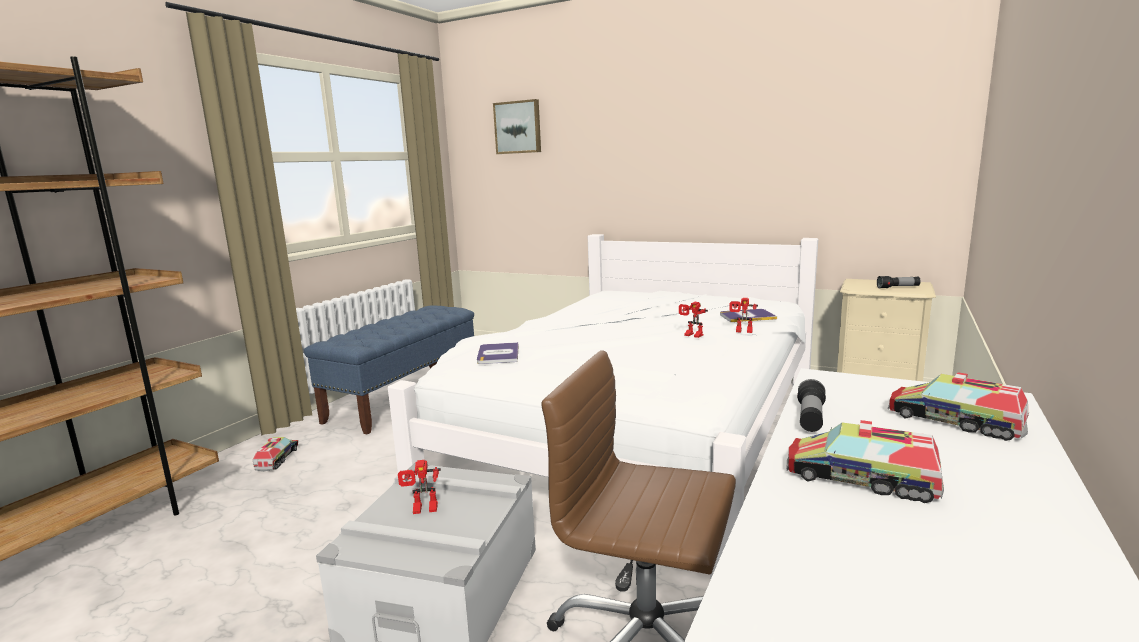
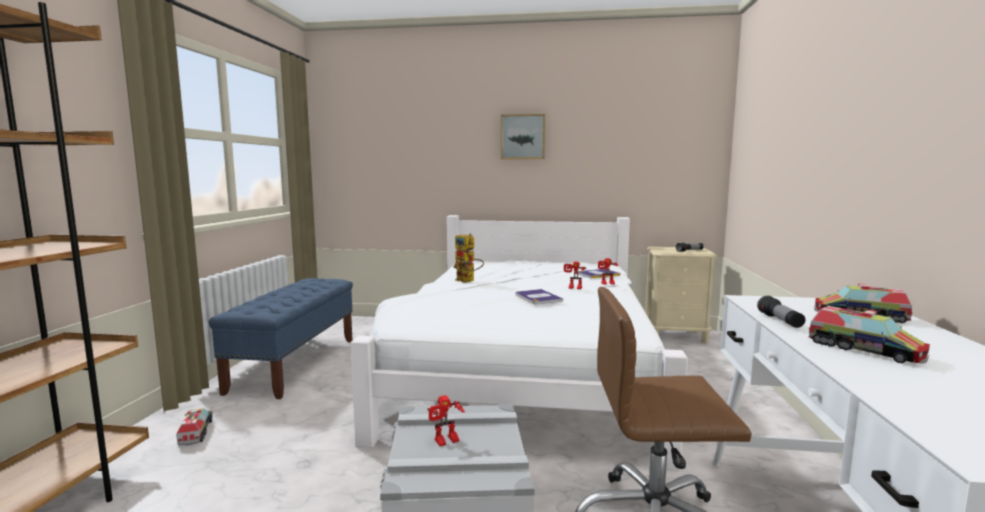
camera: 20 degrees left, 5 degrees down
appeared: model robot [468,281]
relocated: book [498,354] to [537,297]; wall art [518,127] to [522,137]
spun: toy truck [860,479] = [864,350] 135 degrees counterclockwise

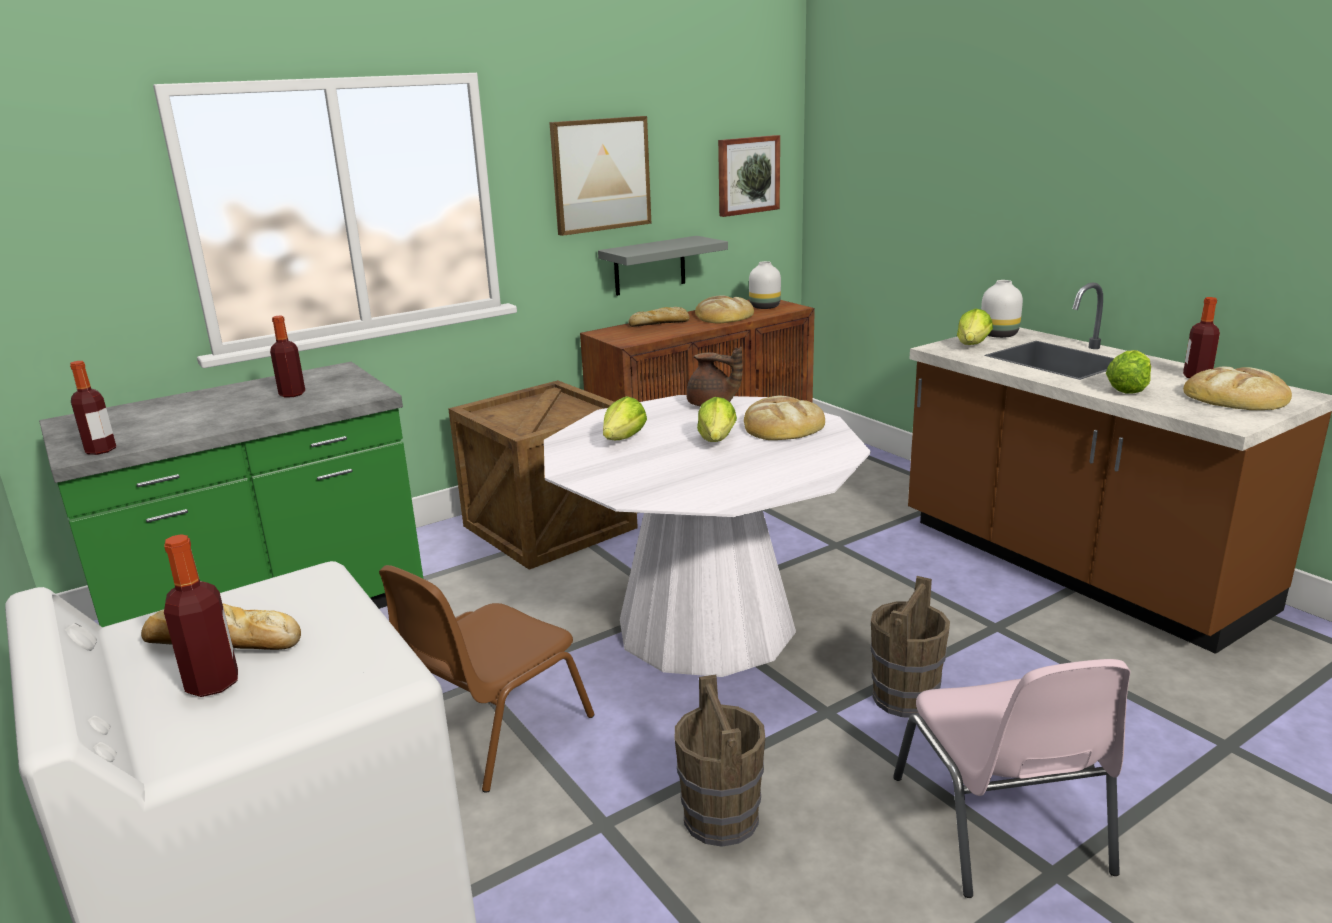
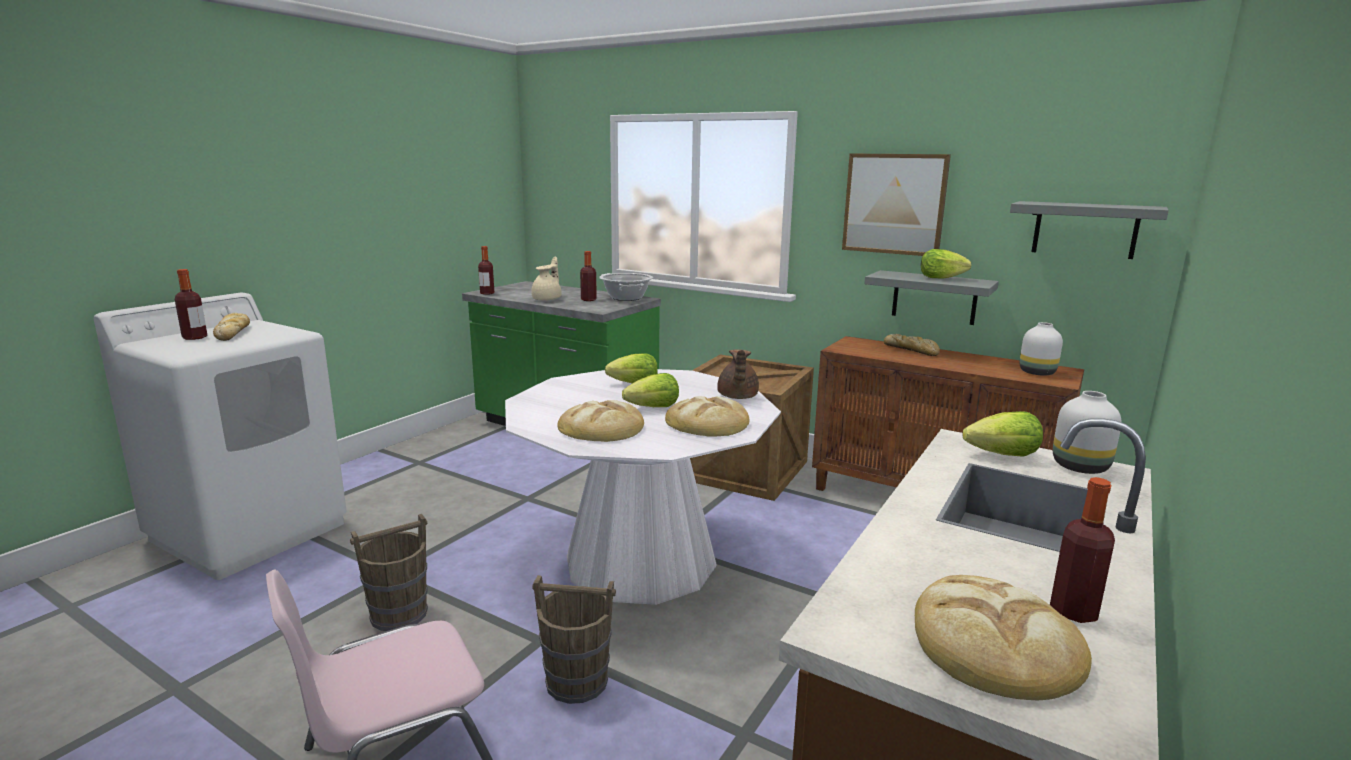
camera: 65 degrees right, 5 degrees down
missing: brown upright chair [492,729]
appeared: beige-coloured pot for tea [548,299]; stockpot [626,298]
relocated: bakery bread [723,316] to [602,428]; head of lettuce [1127,389] to [940,278]
exchanged: wall art [747,175] to gray wall shelf [1085,229]

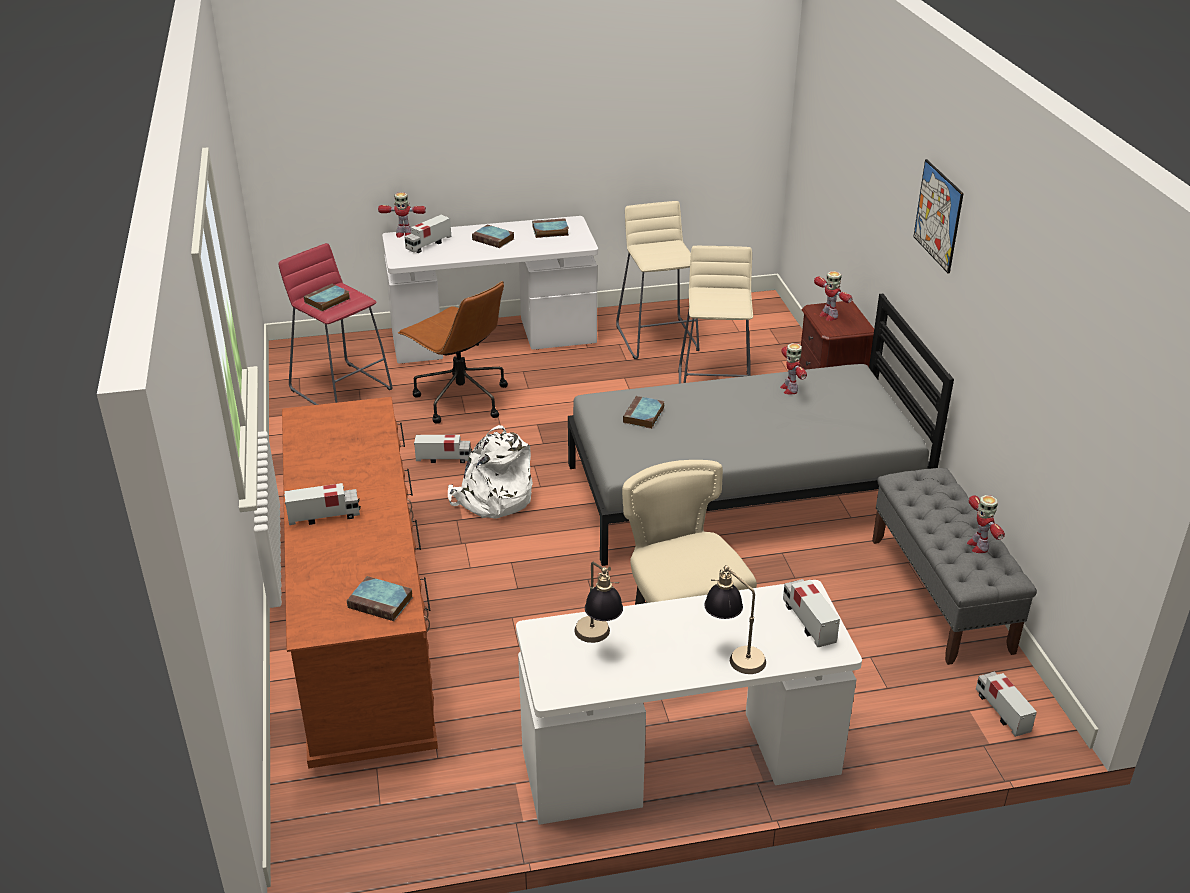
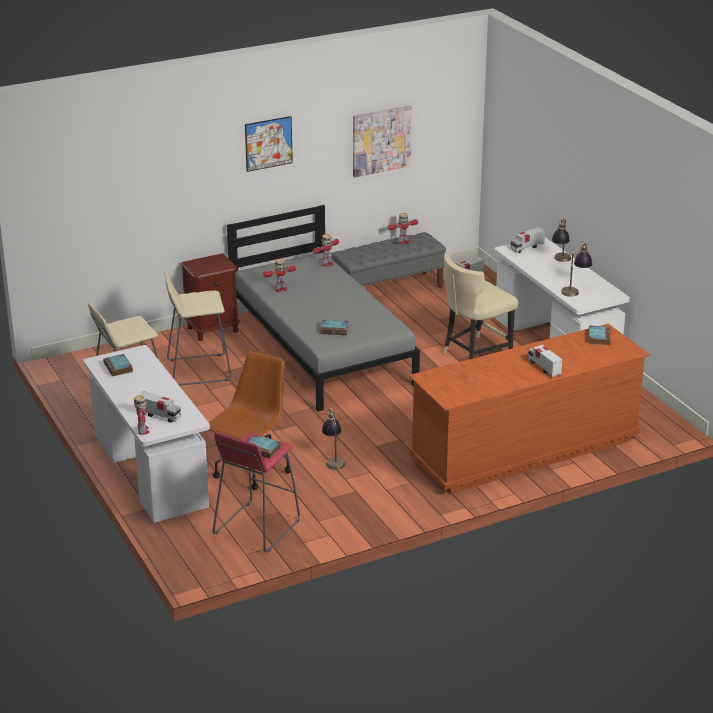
camera: 105 degrees left, 5 degrees down
missing: white rucksack [493,499]; book [494,239]
appeared: wall art [381,140]
relocated: model robot [828,316] to [327,264]
exchanged: toy truck [444,459] to lamp for a table [333,459]

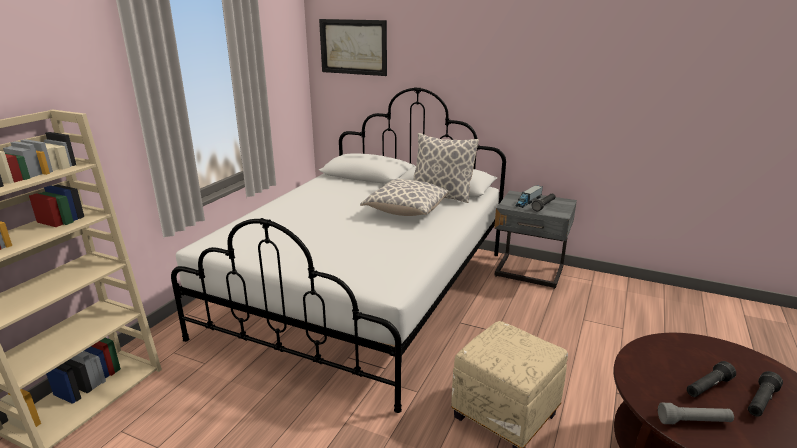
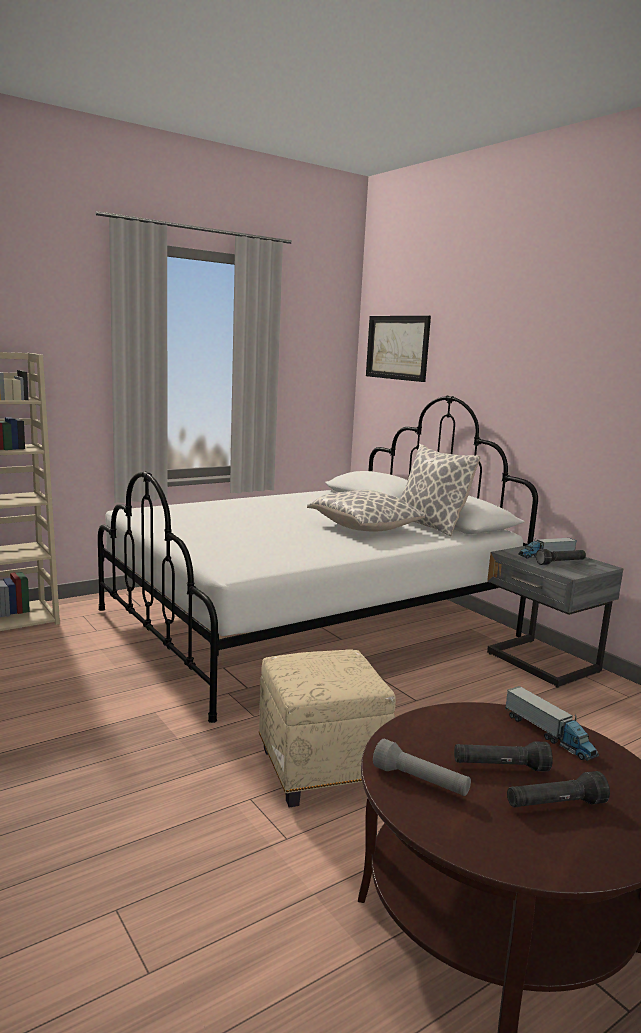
camera: 30 degrees right, 10 degrees down
appeared: toy truck [549,735]

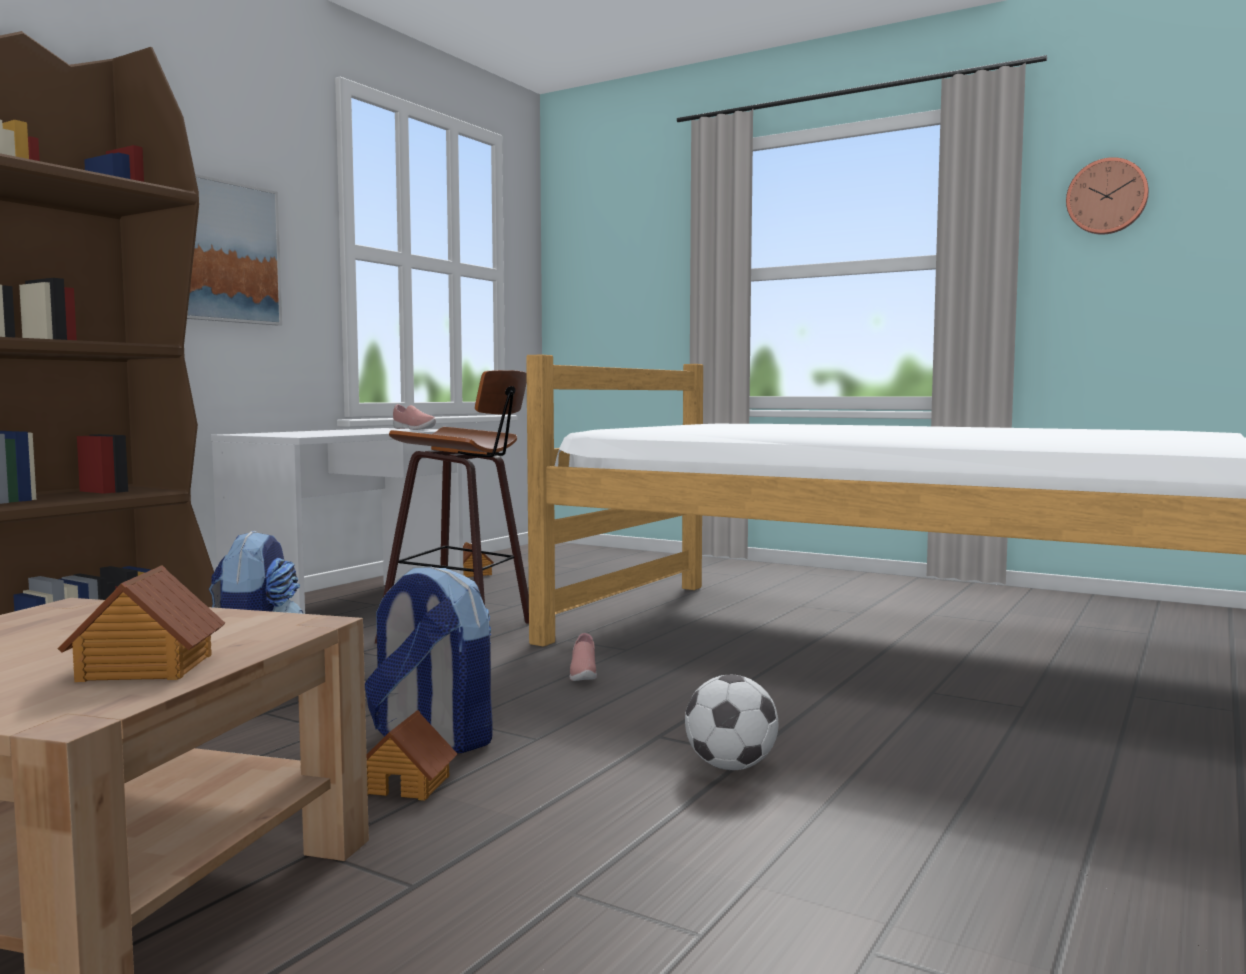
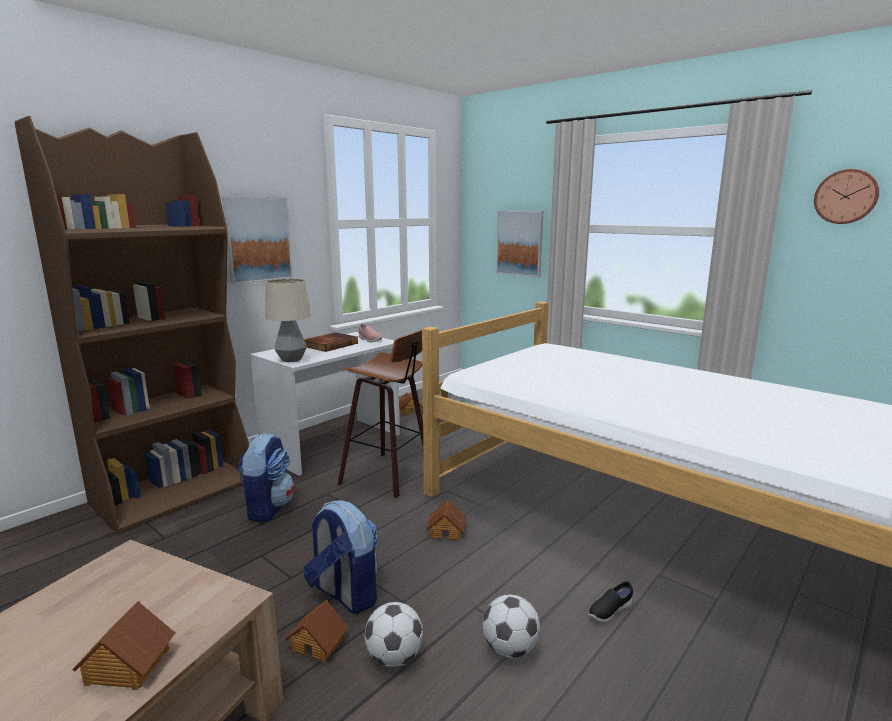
camera: 10 degrees right, 10 degrees up
appeared: lamp for a table [291,360]; book [330,344]; football [394,657]; wall art [520,243]; black-coloured low shoe [609,611]
exchanged: pinkish low shoe [583,674] to model house [447,531]

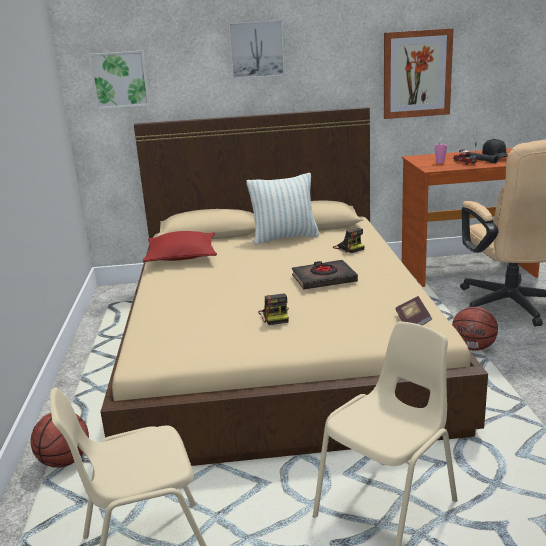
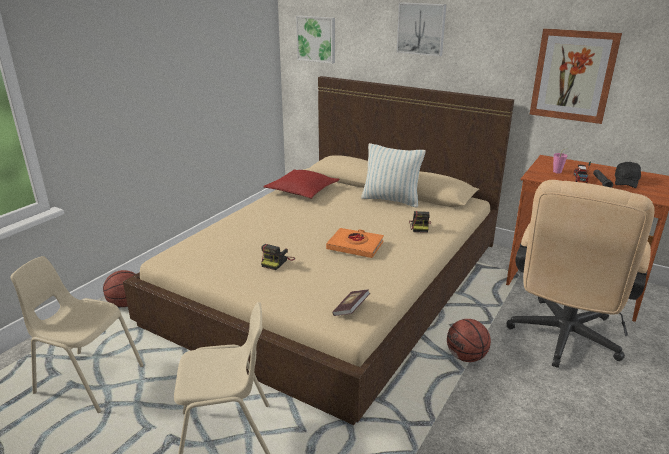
camera: 35 degrees right, 5 degrees up
colour: black-coloured book [324,279] to orange-coloured book [355,246]

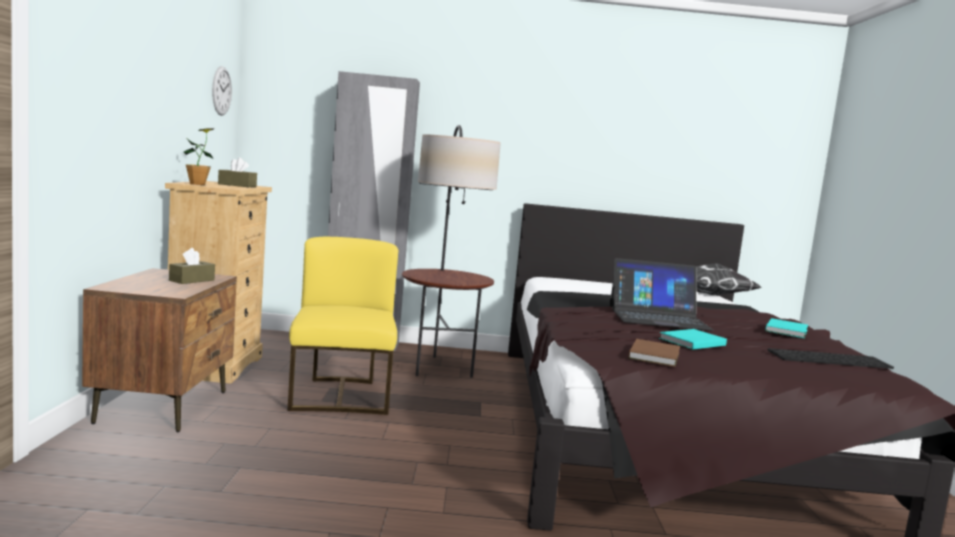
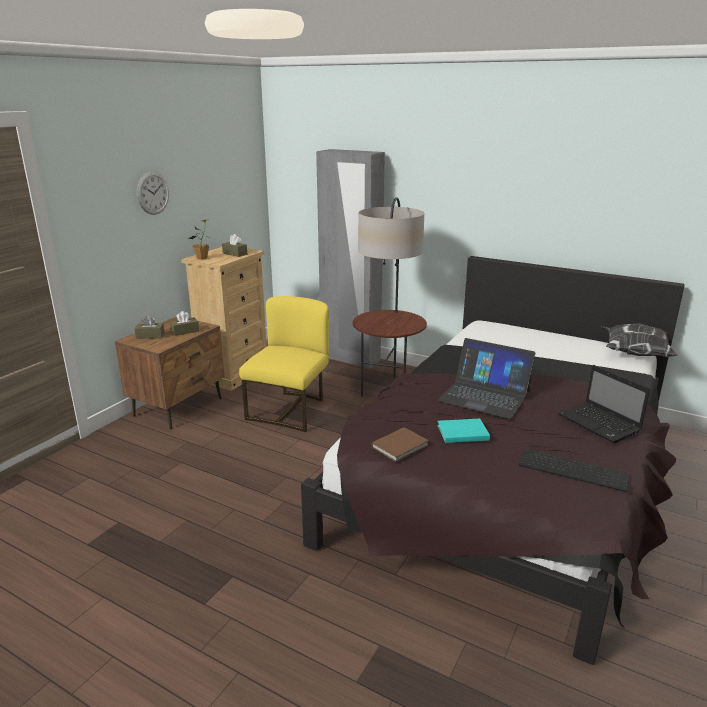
camera: 30 degrees right, 15 degrees up
appeared: brown tissue holder [150,336]
relocated: wall clock [221,91] to [153,193]
exchanged: blue-green book [787,330] to notebook computer [600,424]

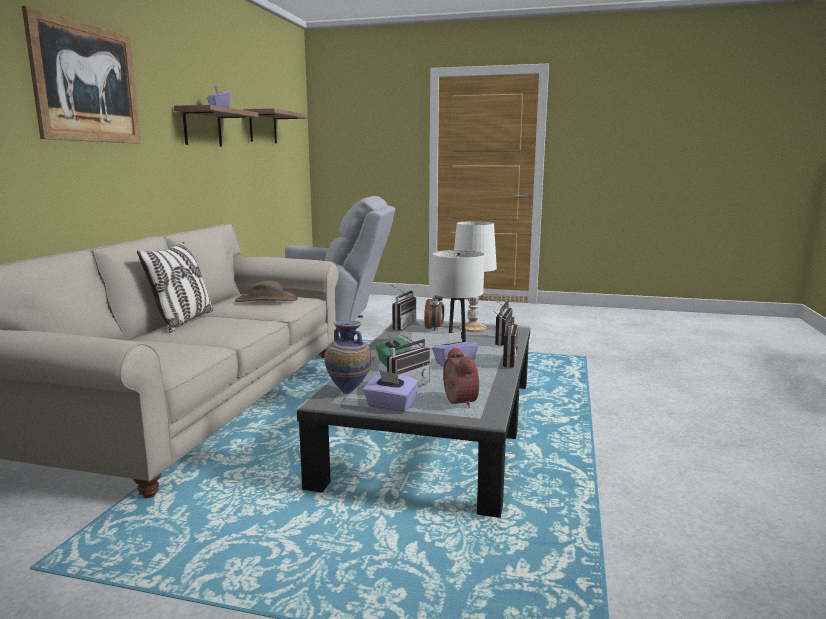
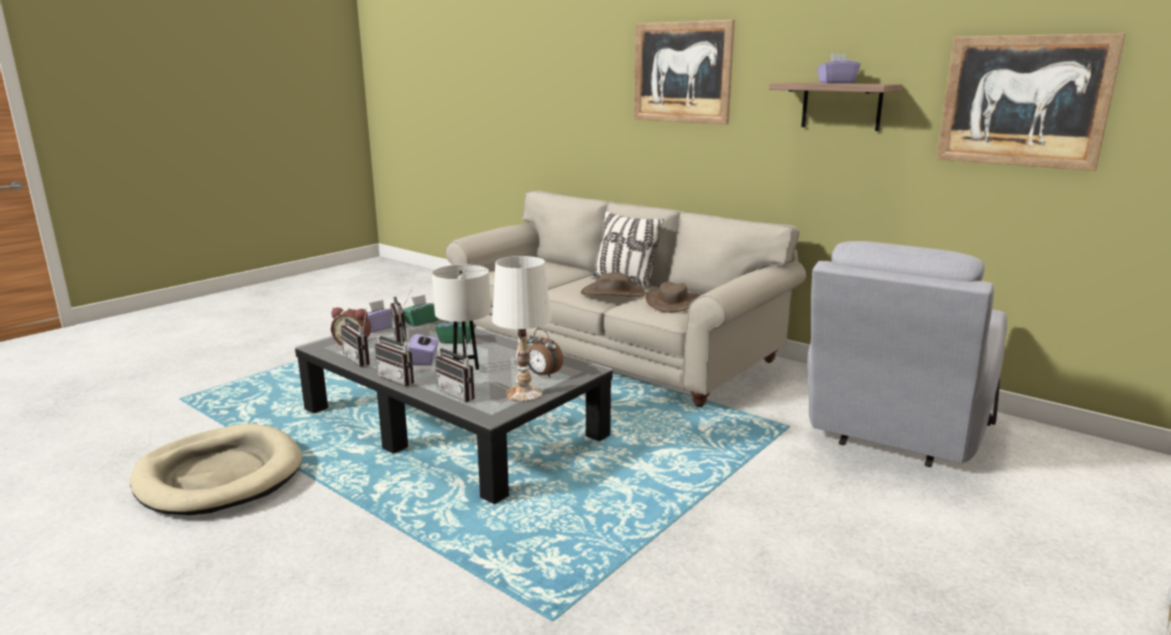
camera: 115 degrees right, 5 degrees up
appeared: beige-coloured dog bed [219,475]; brown hat [613,293]
relocated: radio set [400,326] to [362,359]
exchanged: wall shelf [263,127] to wall art [1023,101]; flower vase [349,392] to green-coloured tissue holder [421,322]

